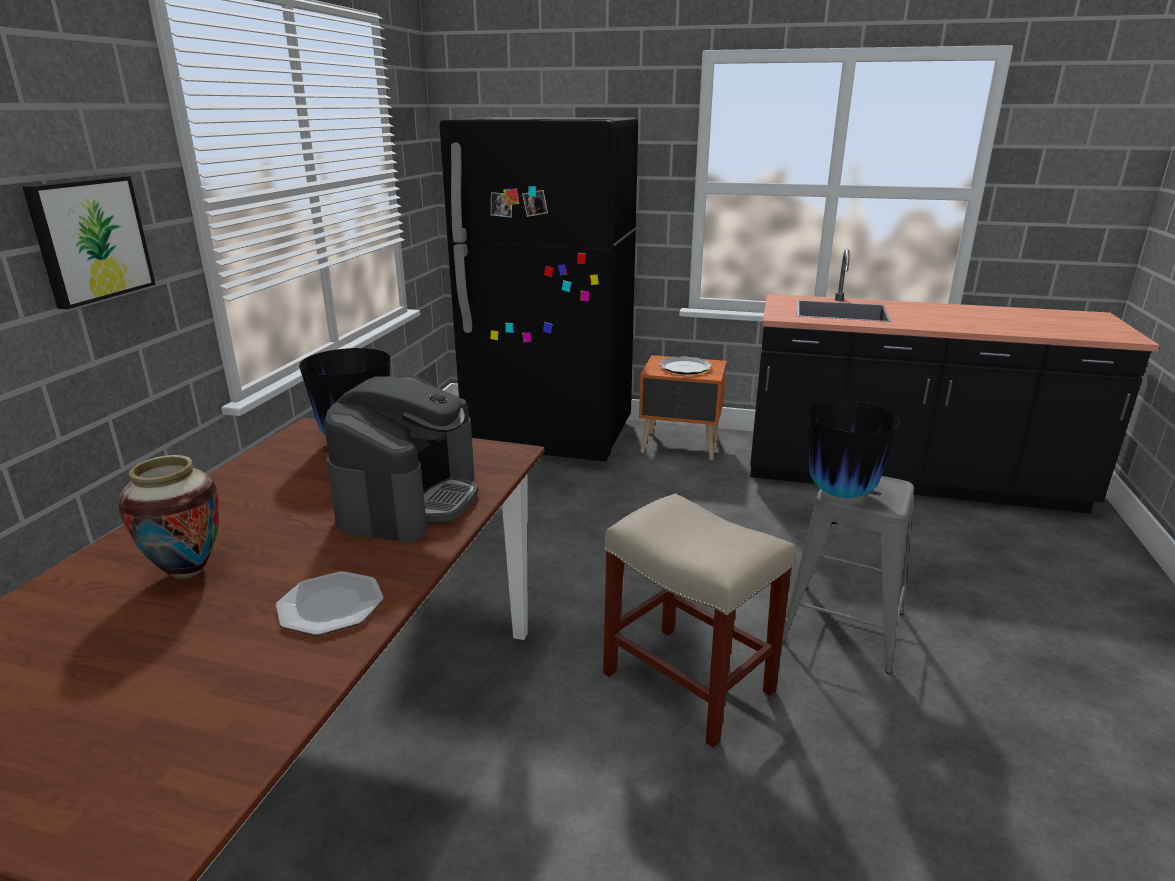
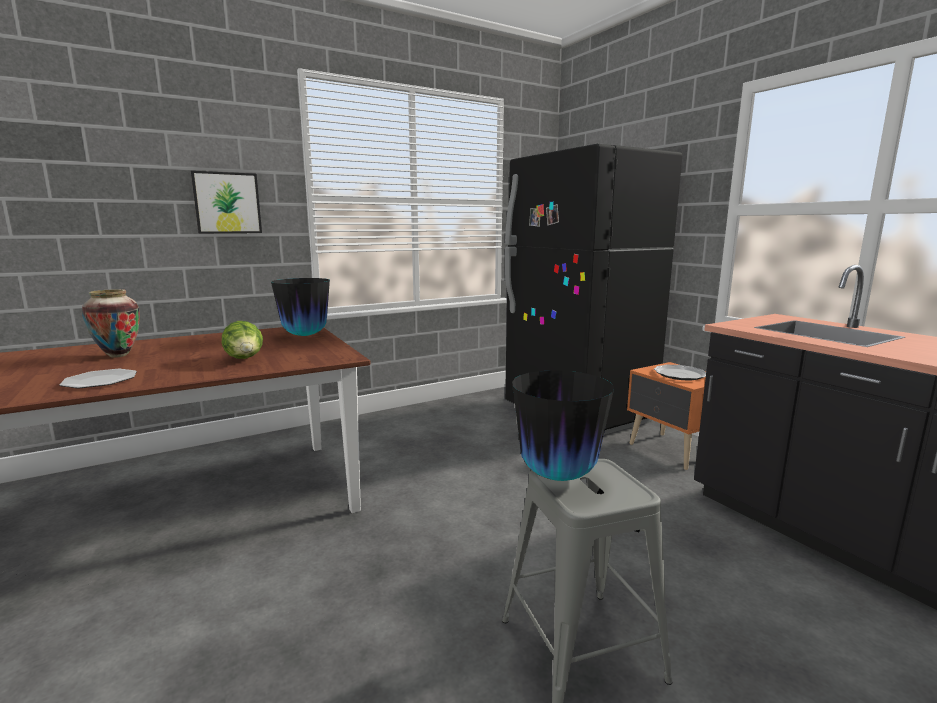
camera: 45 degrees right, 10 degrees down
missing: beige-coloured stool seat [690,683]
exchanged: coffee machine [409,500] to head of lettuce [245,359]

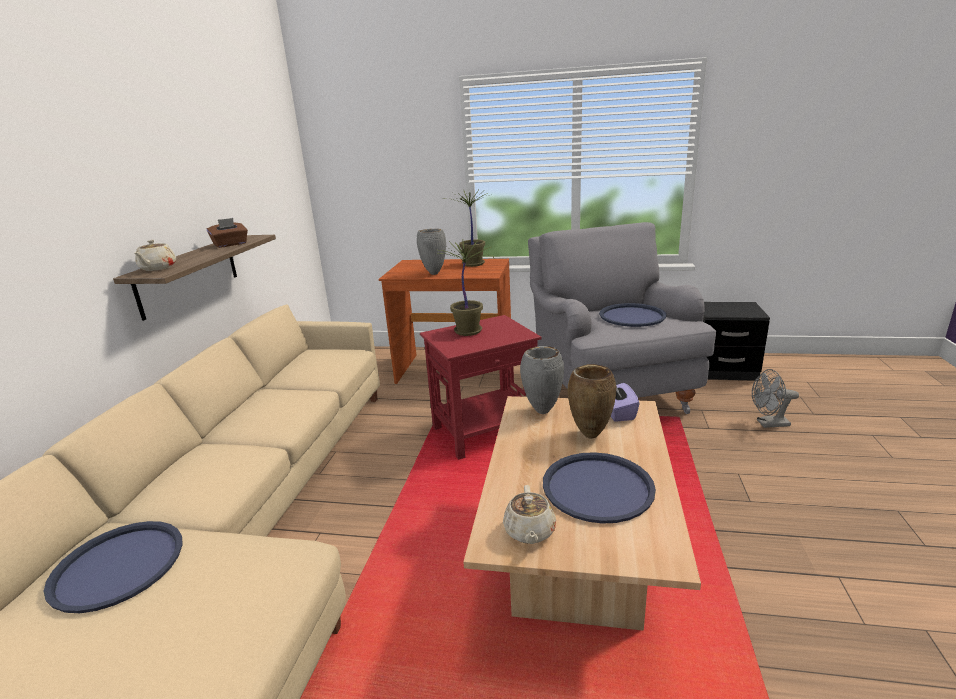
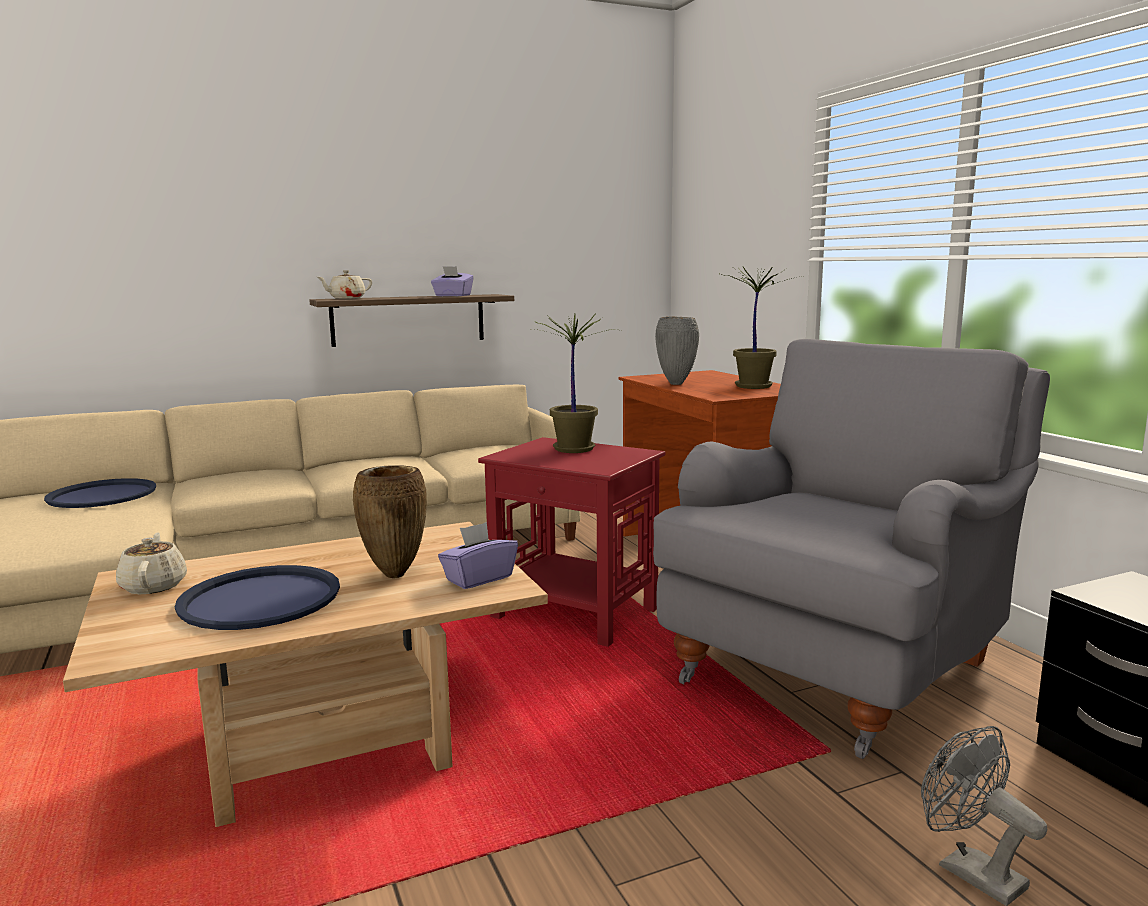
camera: 55 degrees right, 10 degrees down
missing: gray flower vase [541,411]; blue-coloured serving tray [632,316]
colour: brown tissue holder [230,244] to purple tissue holder [452,296]
spun: beige-coloured pot for tea [529,532] = [154,586] 105 degrees clockwise

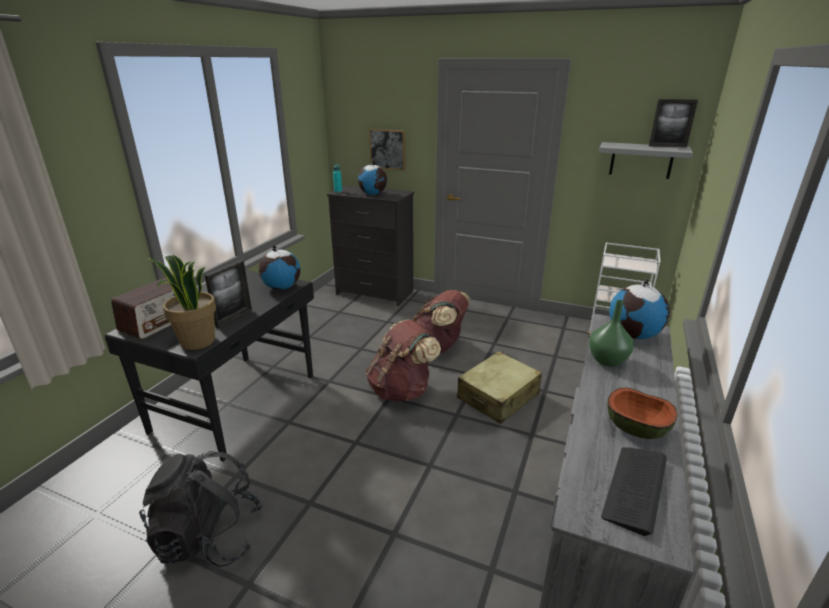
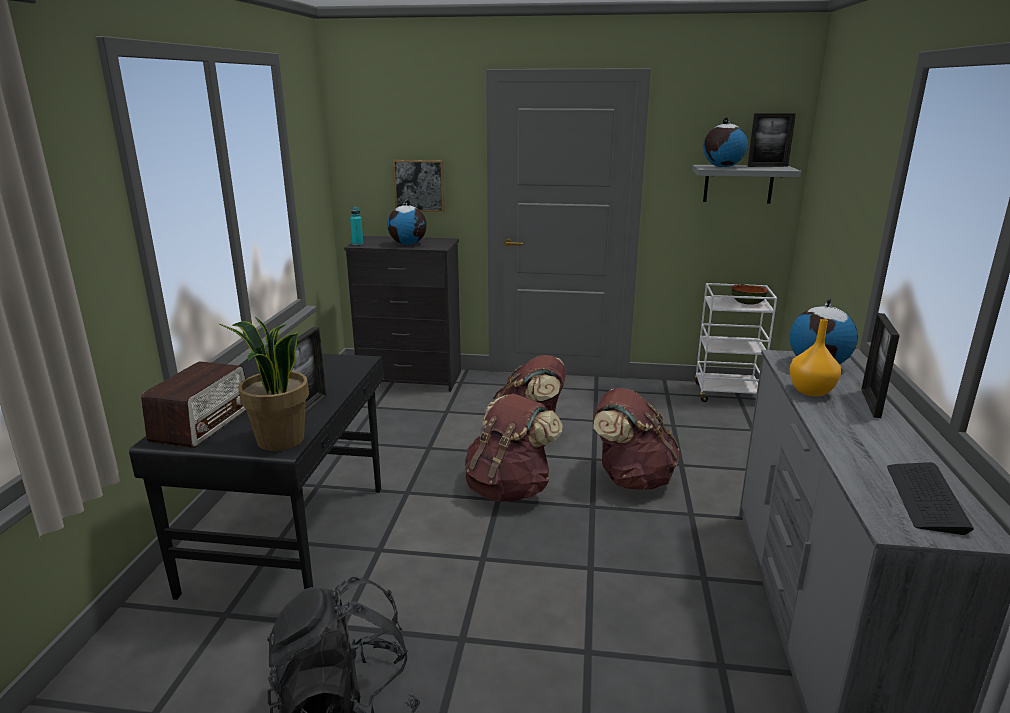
camera: 15 degrees left, 5 degrees down
appeared: standing frame [870,403]
relocated: world globe [282,287] to [722,167]; bowl [637,427] to [748,302]
exchanged: beige-coloured travel case [498,396] to brown rucksack [631,479]
colour: green-coloured flower vase [607,360] to orange-coloured flower vase [810,391]

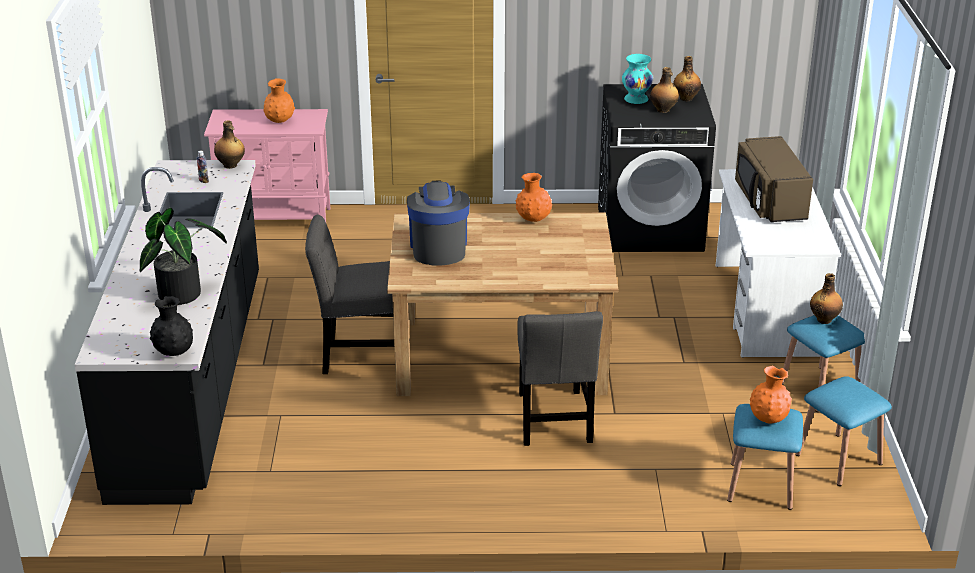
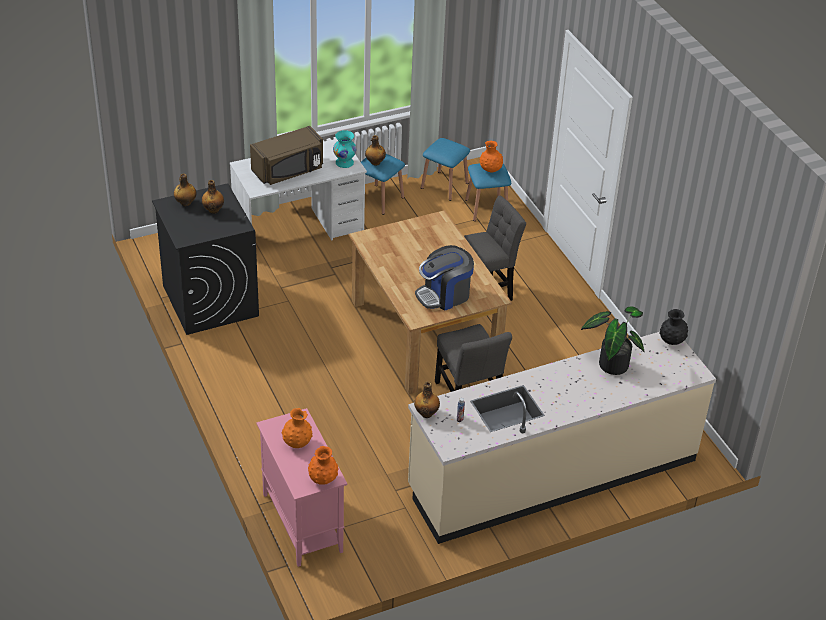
camera: 115 degrees left, 10 degrees up
relocated: orange-coloured flower vase [533,219] to [323,479]; blue-green flower vase [636,99] to [344,163]
colour: black-coloured kitchen base unit [192,382] to beige-coloured kitchen base unit [552,474]

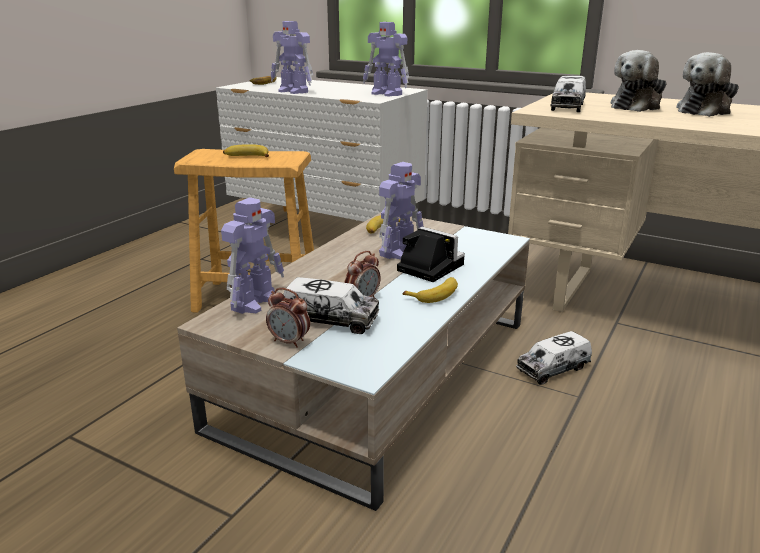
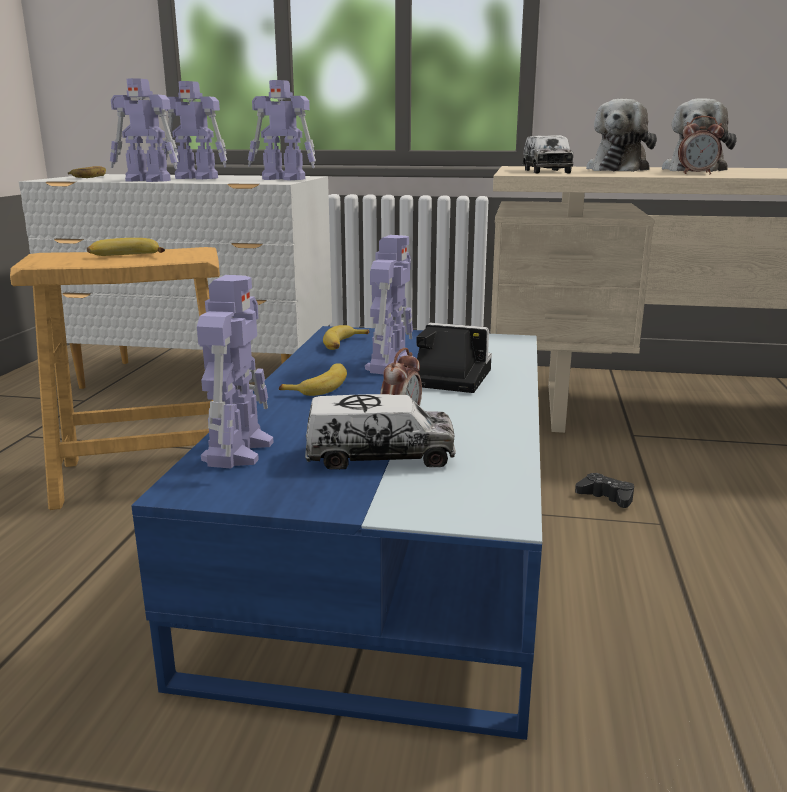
camera: 20 degrees left, 5 degrees down
appeared: model robot [197,178]
relocated: bedside clock [289,342] to [697,174]; whole banana [434,294] to [319,386]
exchanged: toy truck [553,369] to black-coloured game controller [606,497]
colour: beige-coloured coffee table [380,372] to blue-coloured coffee table [393,541]

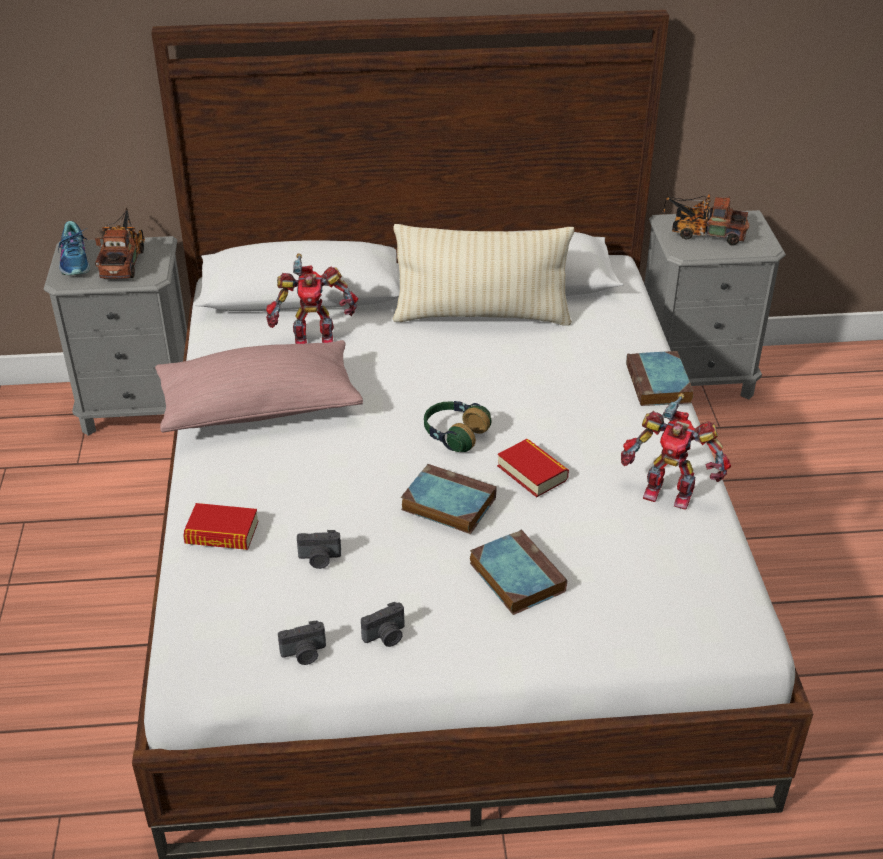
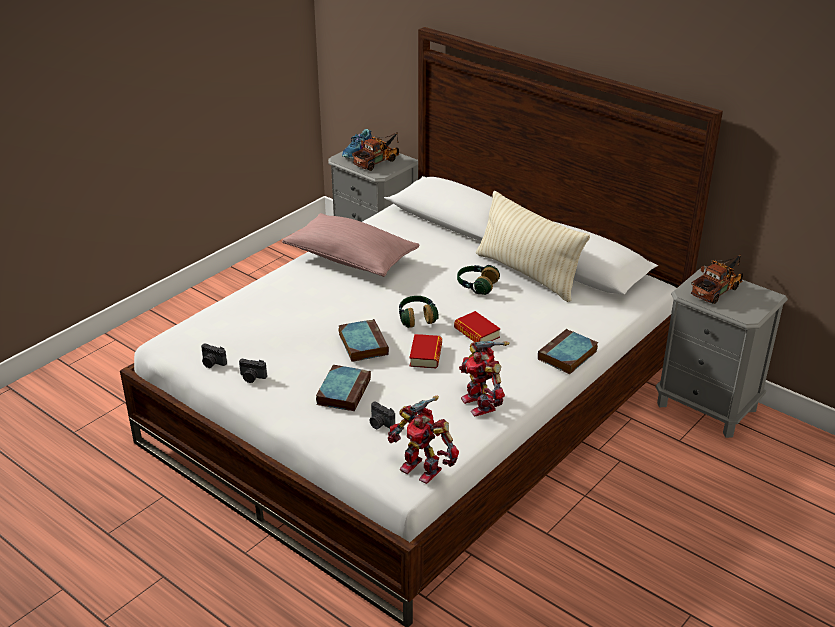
camera: 45 degrees right, 5 degrees down
appeared: headset [476,286]
relocated: book [222,533] to [476,333]; model robot [313,338] to [422,468]; still camera [319,559] to [380,424]
spun: toy truck [702,233] = [718,289] 75 degrees clockwise

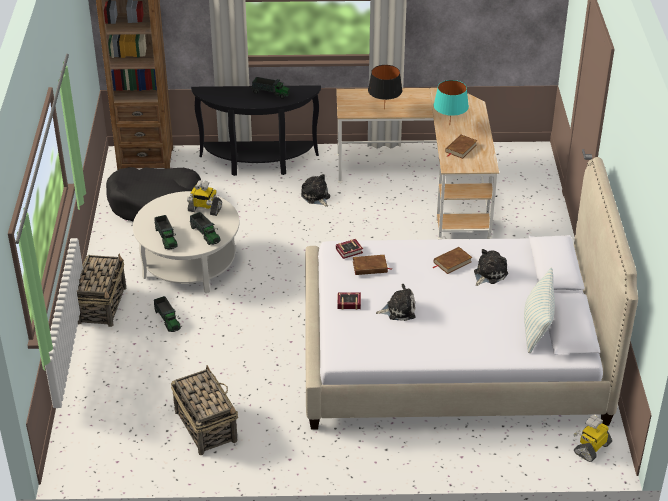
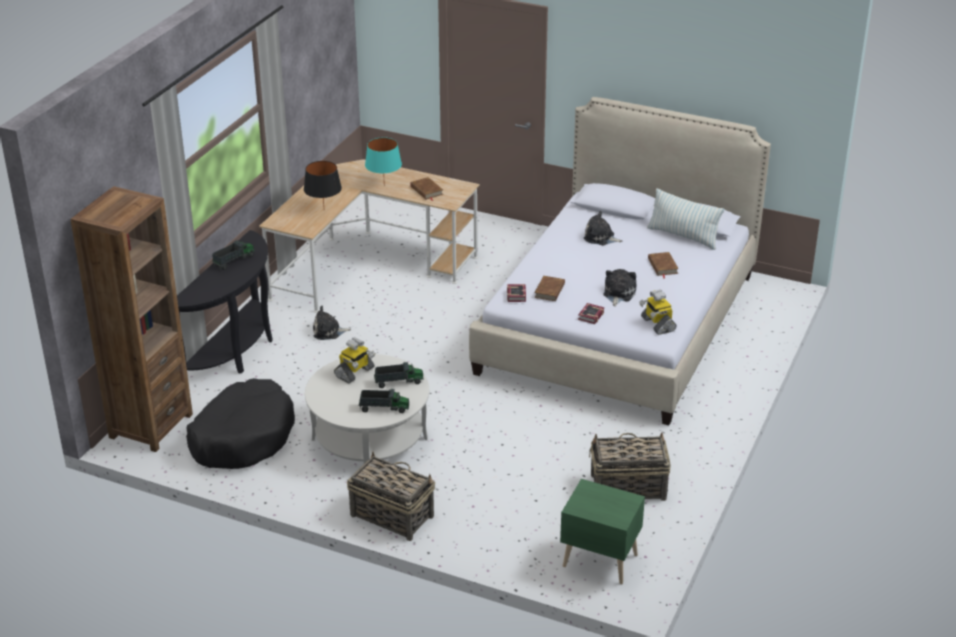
camera: 65 degrees left, 5 degrees down
missing: toy truck [167,319]
appeared: green-coloured nightstand [599,559]
relocated: brown book [452,262] to [662,266]; model robot [591,448] to [657,324]
spun: plush toy [488,274] = [600,238] 45 degrees counterclockwise

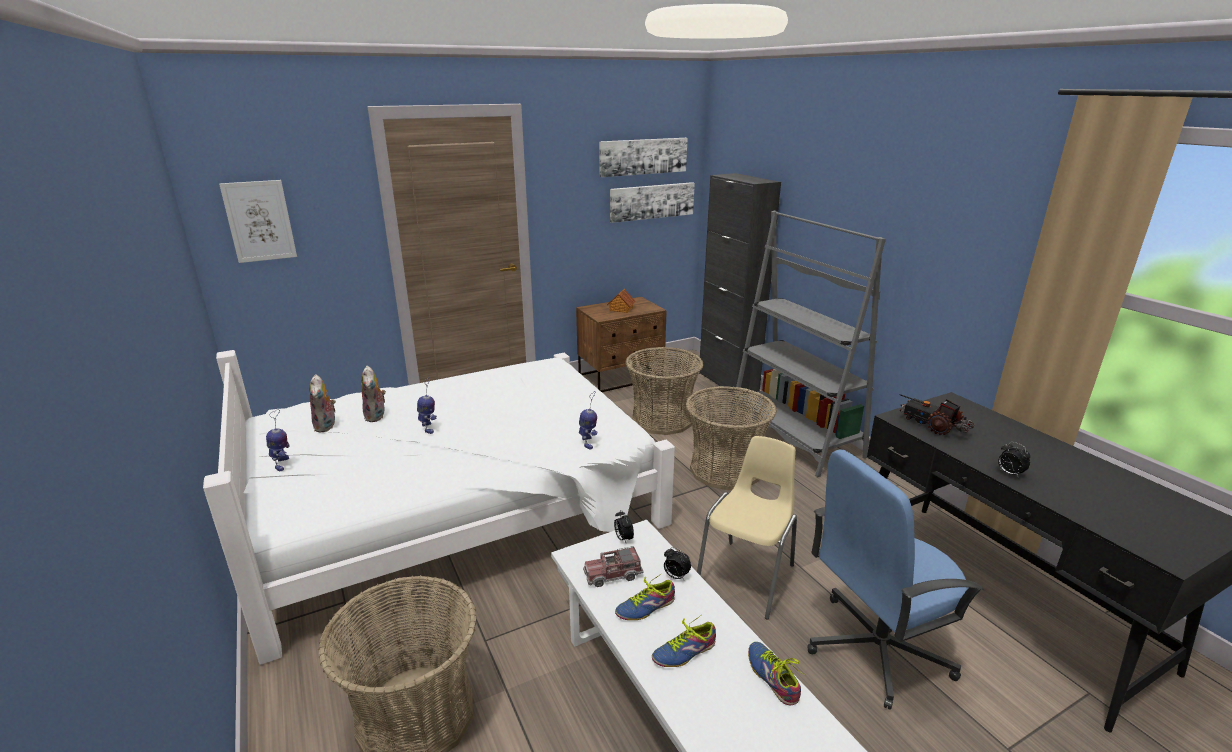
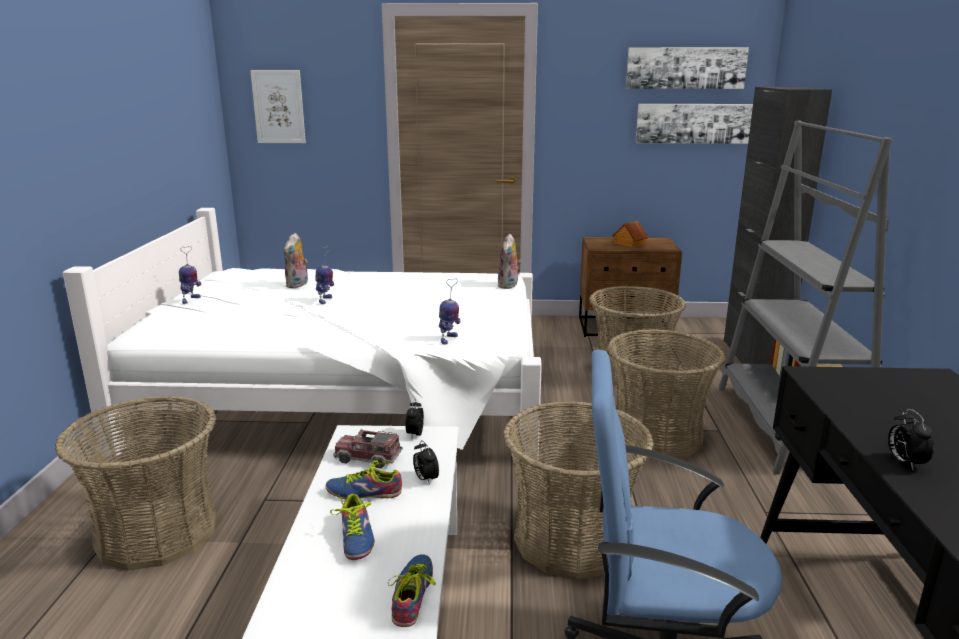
camera: 30 degrees right, 5 degrees down
missing: toy truck [932,425]
relocated: plush toy [326,426] to [509,285]
exchanged: beige-coloured upright chair [747,577] to household basket [572,540]
spun: low shoe [682,650] = [353,538] 105 degrees counterclockwise

